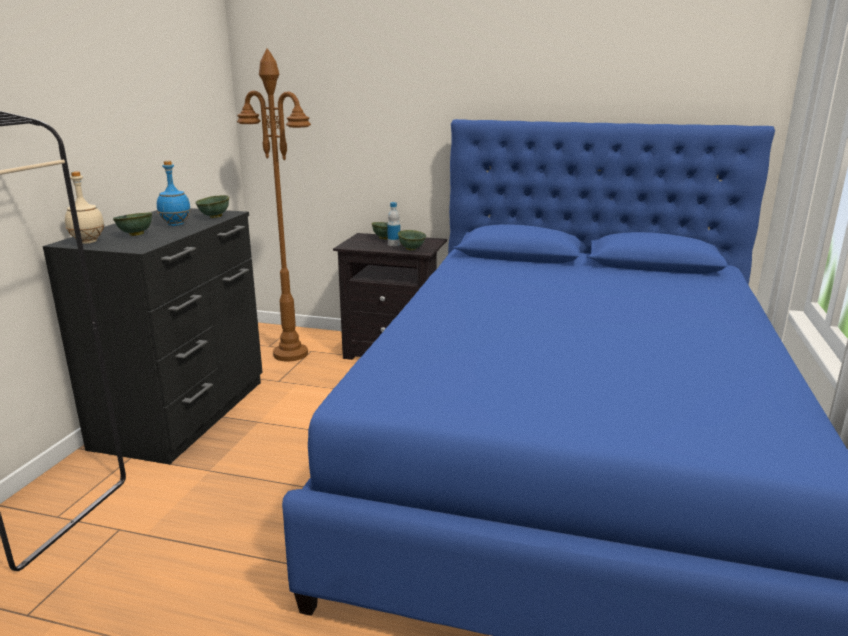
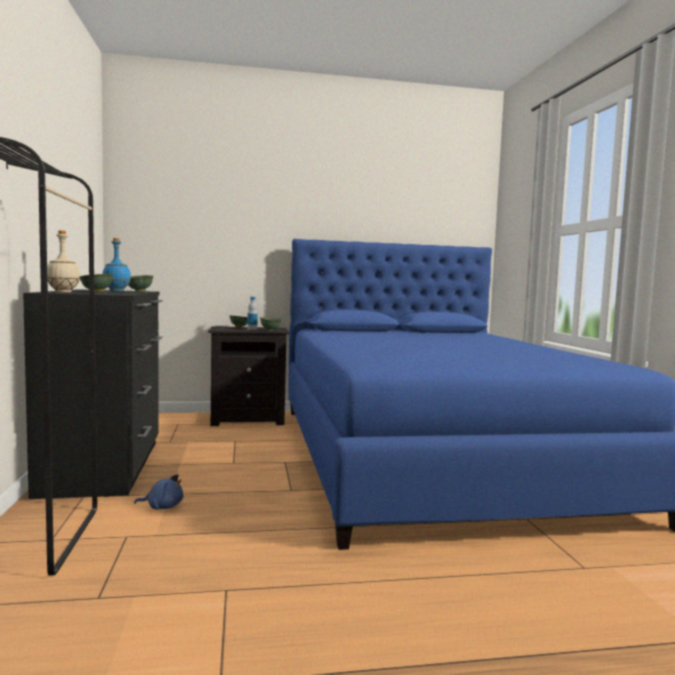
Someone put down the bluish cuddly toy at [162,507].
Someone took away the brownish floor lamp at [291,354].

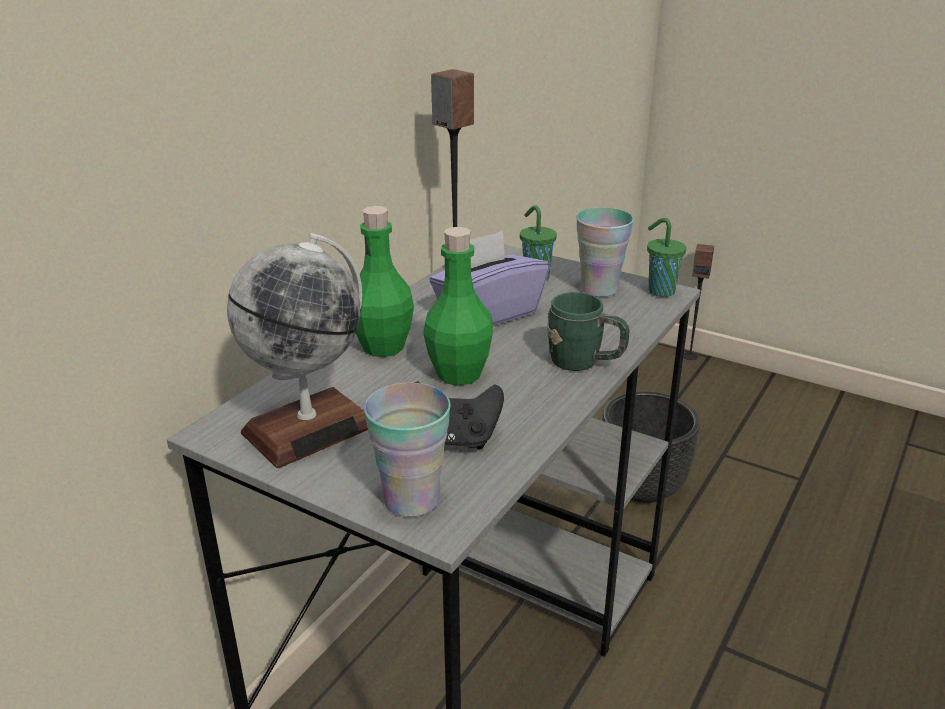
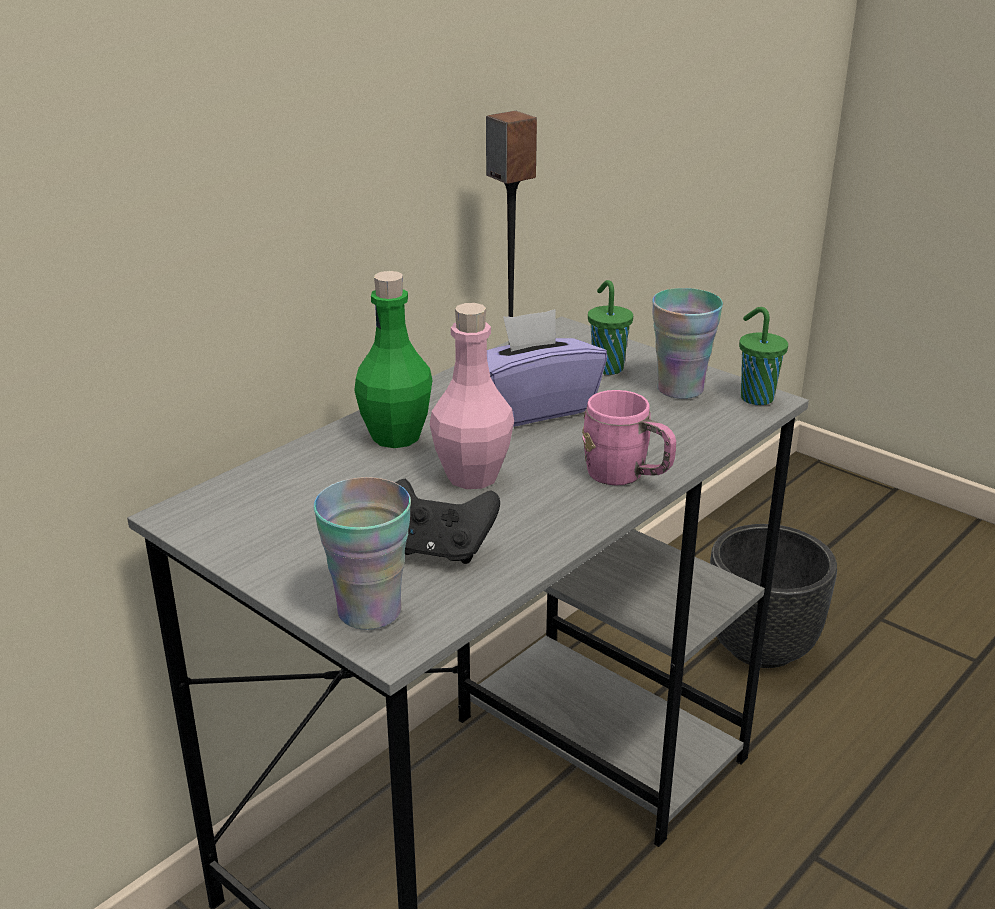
Someone repainted the green-coloured bottle at [459,374], which became the pinkish bottle at [472,476].
Someone repainted the green-coloured coffee mug at [584,363], which became the pinkish coffee mug at [626,477].
Someone took away the globe at [309,428].
Someone took away the loudspeaker at [690,356].

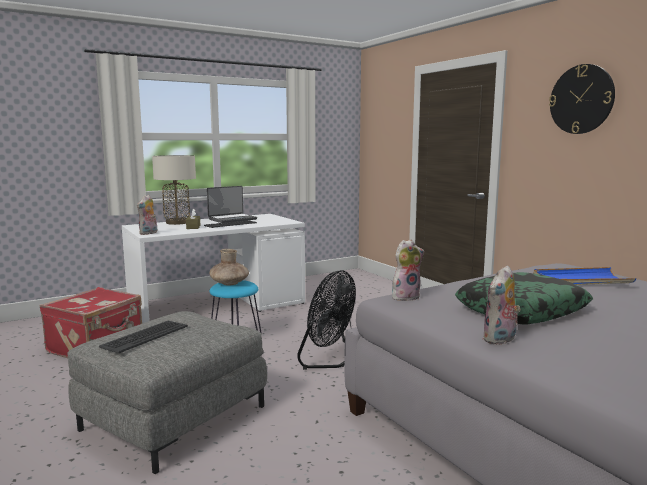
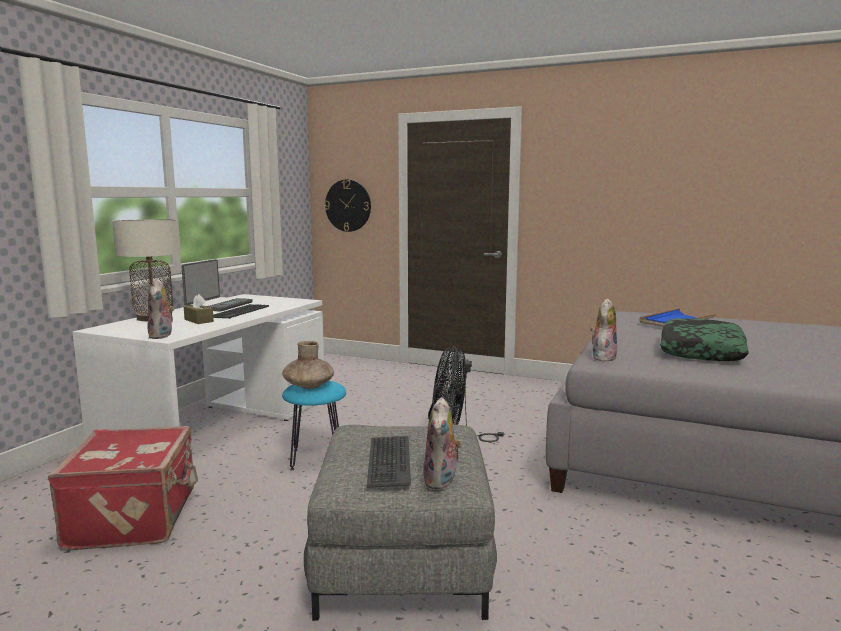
Someone carried the hanging clock from [581,99] to [348,205].
Someone carried the cuddly toy from [500,340] to [442,481].

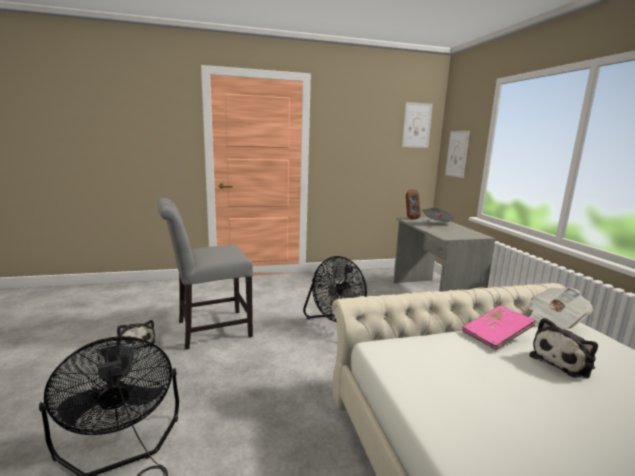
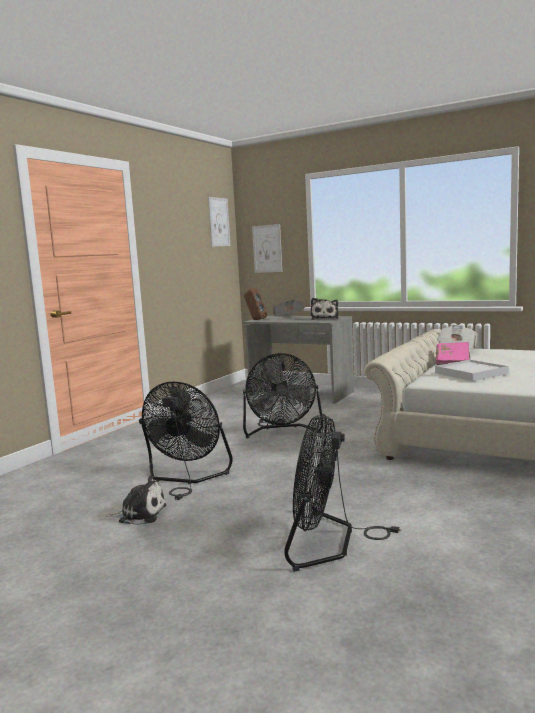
Someone swapped the grey plain chair at [208,330] for the black electric fan at [183,477].
Someone carried the cuddly toy from [564,362] to [325,318].
Someone put down the whitish serving tray at [471,373].

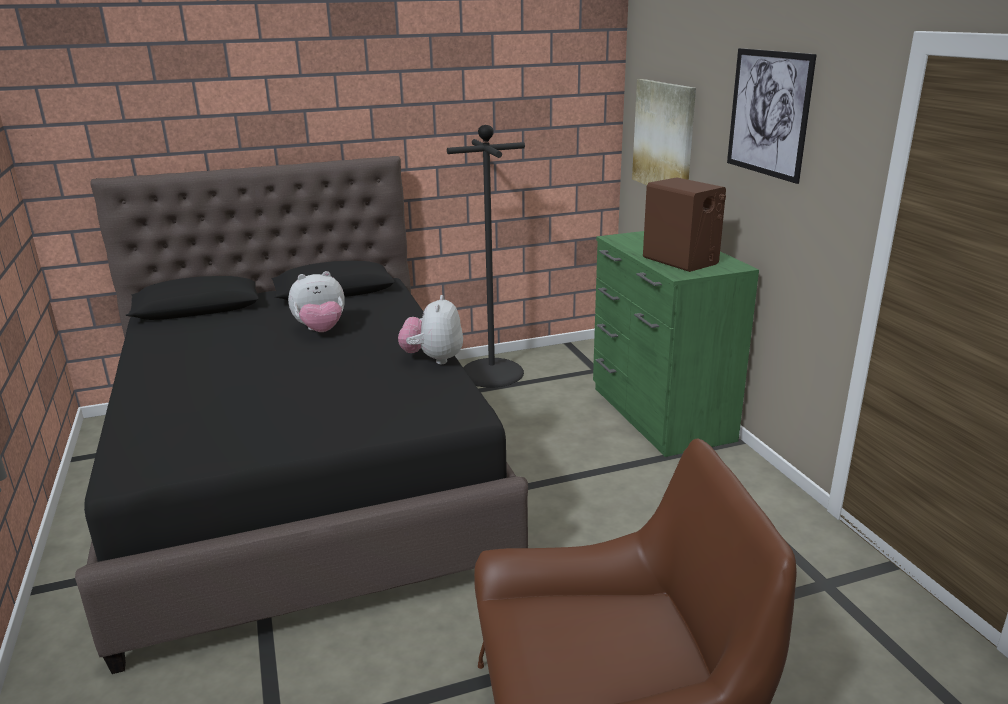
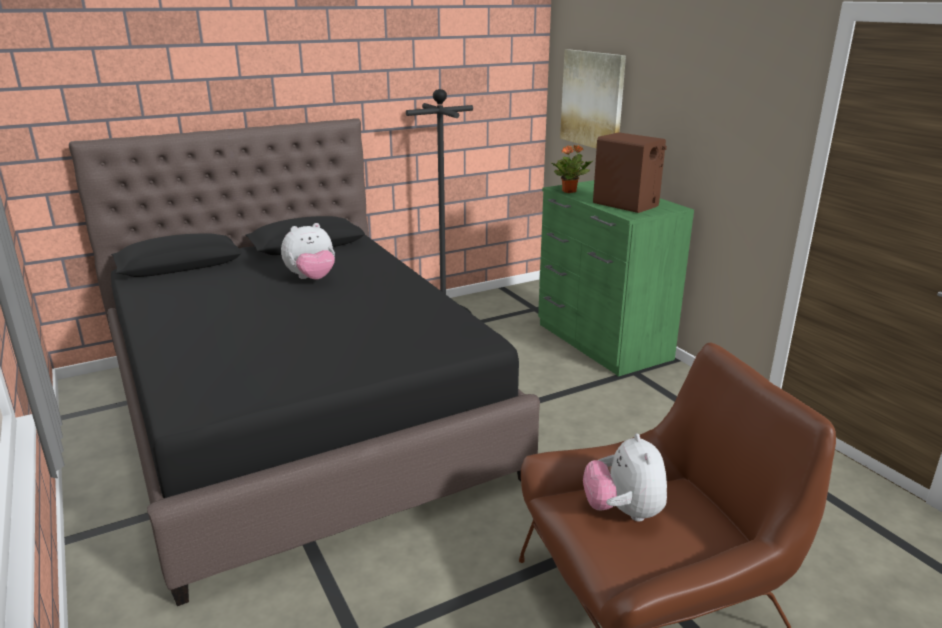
Someone put down the plant in a pot at [569,191].
Someone carried the cuddly toy from [433,359] to [623,512].
Someone took away the picture at [768,113].

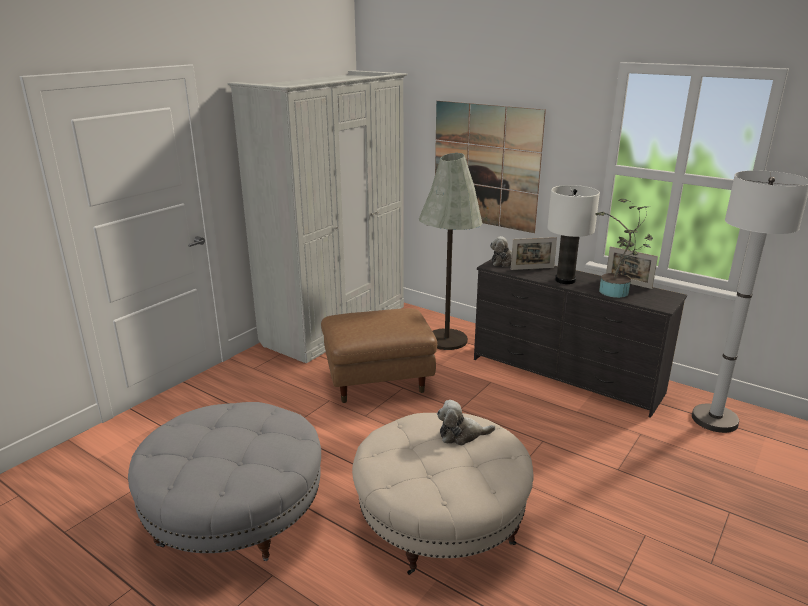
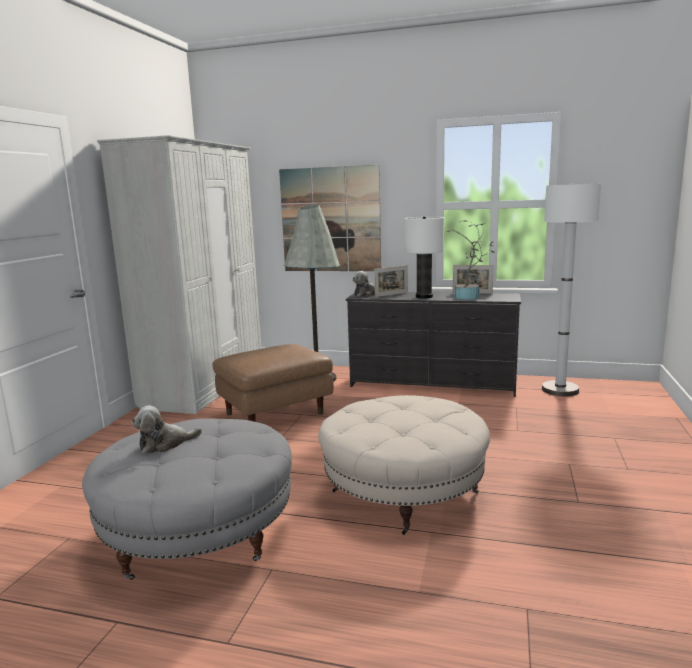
Someone carried the cuddly toy from [461,435] to [165,444].

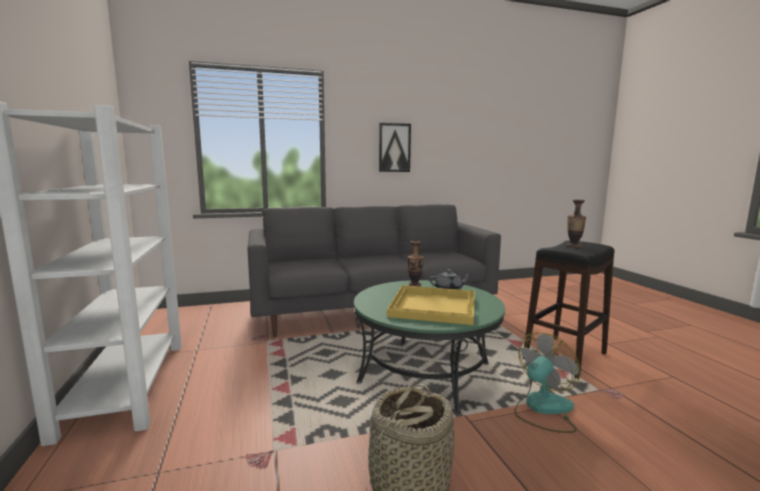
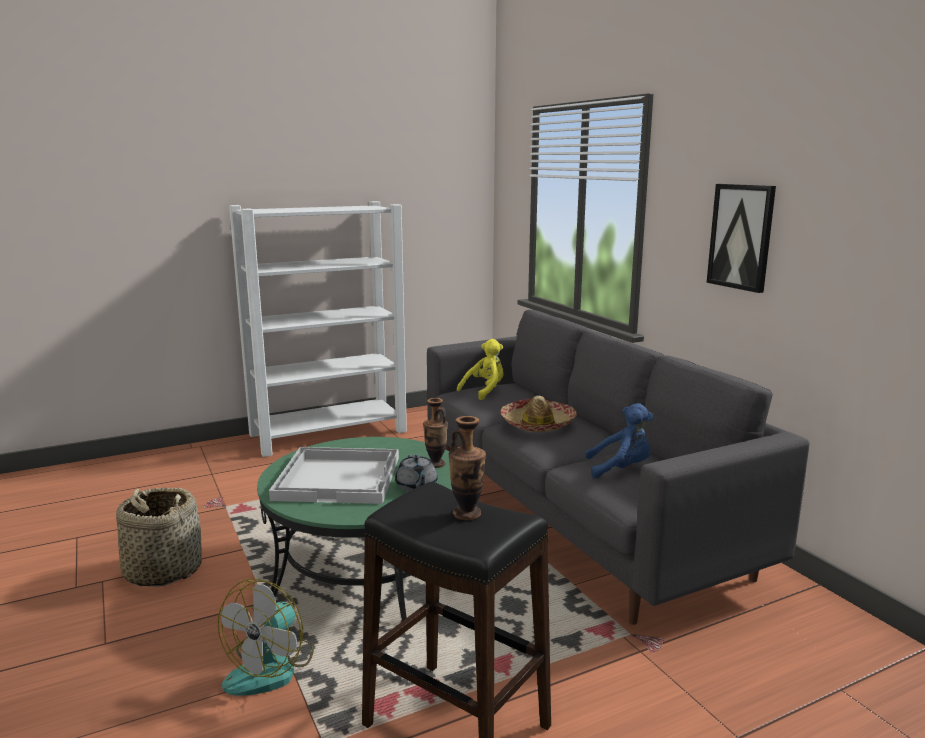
Someone rotated the electric fan at [543,409] by 75 degrees clockwise.
Someone repainted the yellow serving tray at [432,306], which became the whitish serving tray at [339,477].
Someone put down the yellow cuddly toy at [485,391].
Someone put down the clothing hat at [537,424].
Someone put down the bluish cuddly toy at [621,469].

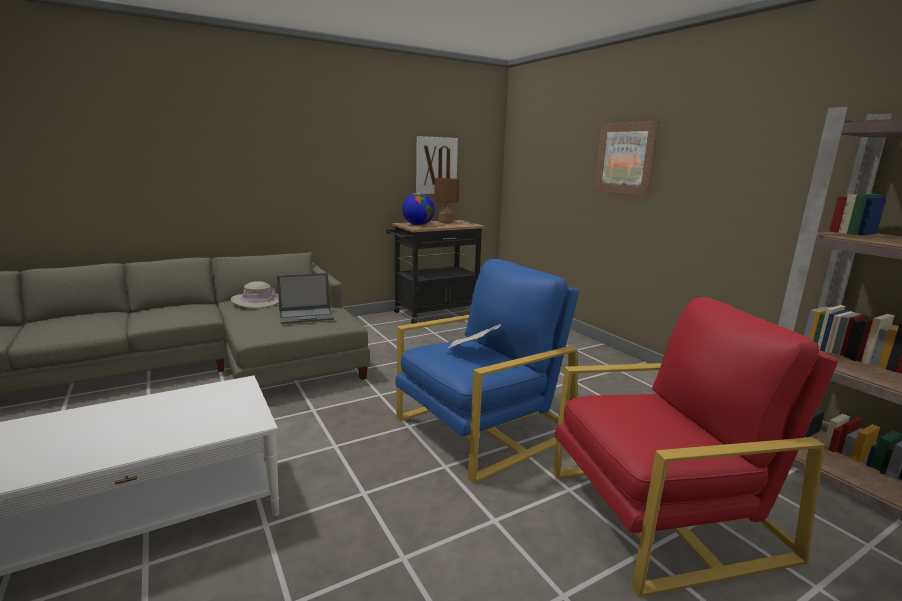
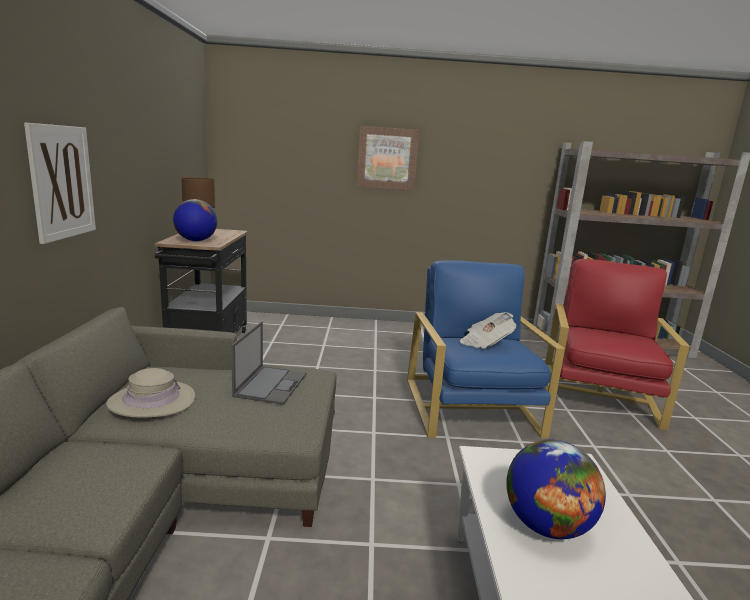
Someone carried the picture from [436,165] to [62,182].
Someone put down the globe at [546,526].

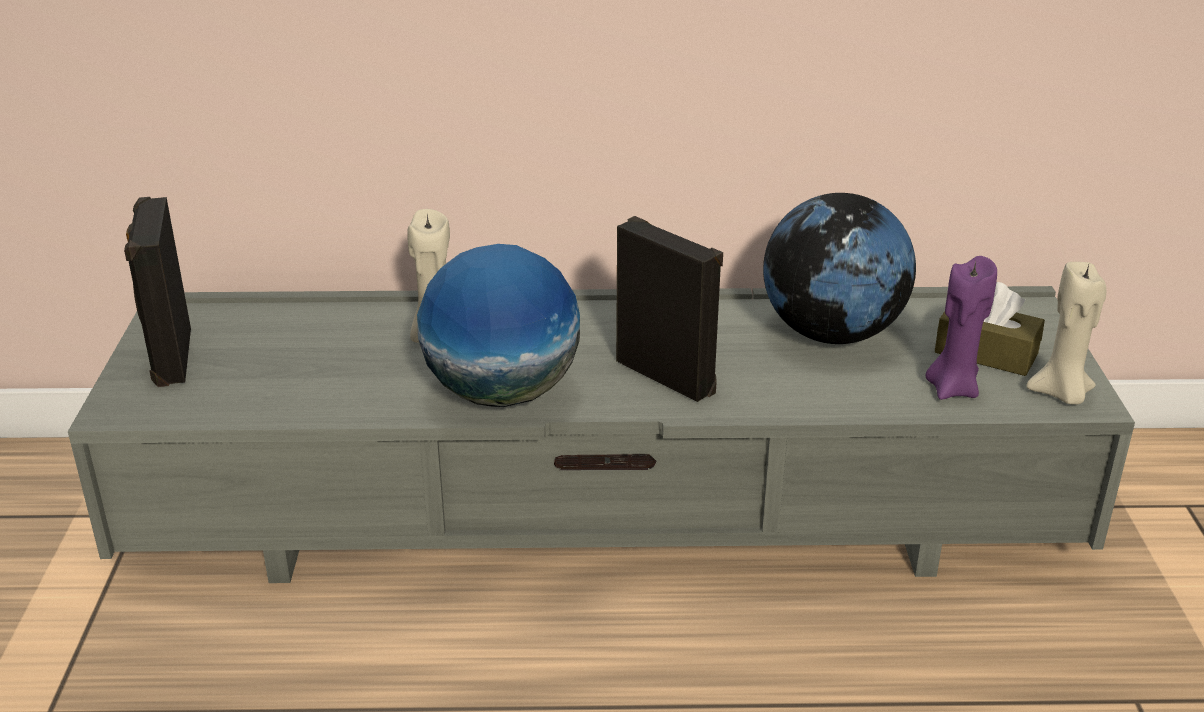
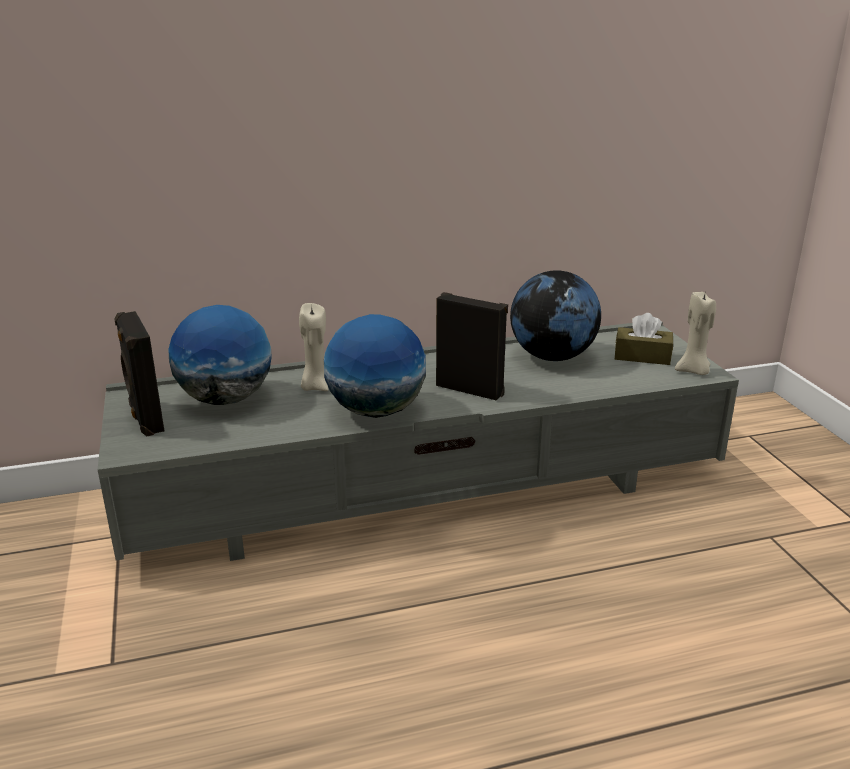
Someone put down the globe at [226,399].
Someone took away the purple-coloured wax light at [952,388].

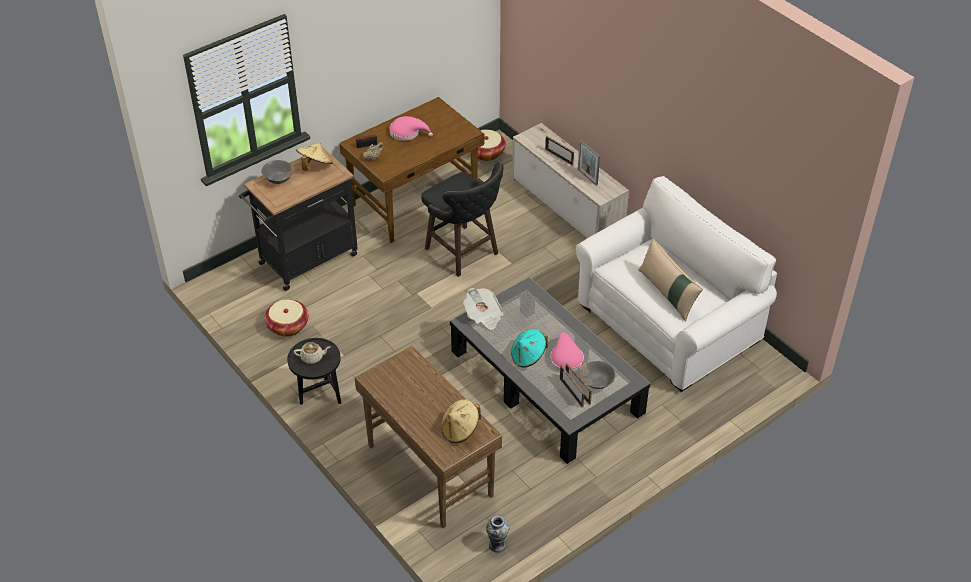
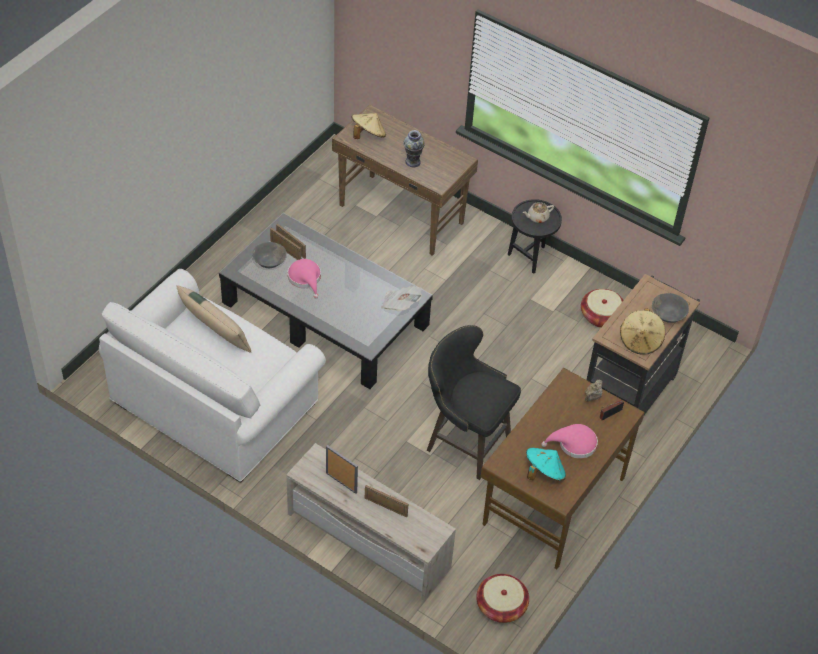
Someone carried the vase from [497,545] to [413,162].
Someone carried the blue-green clothing hat from [528,356] to [544,472].

